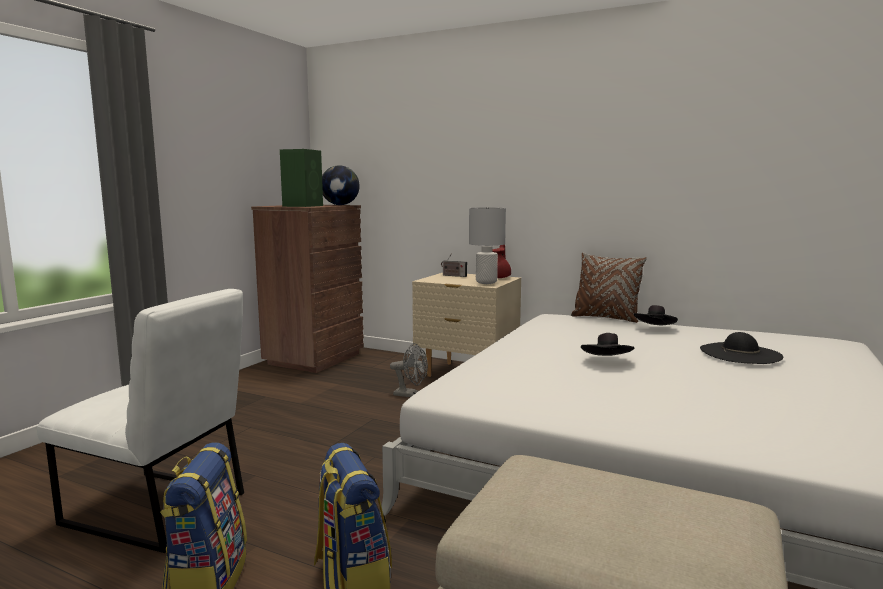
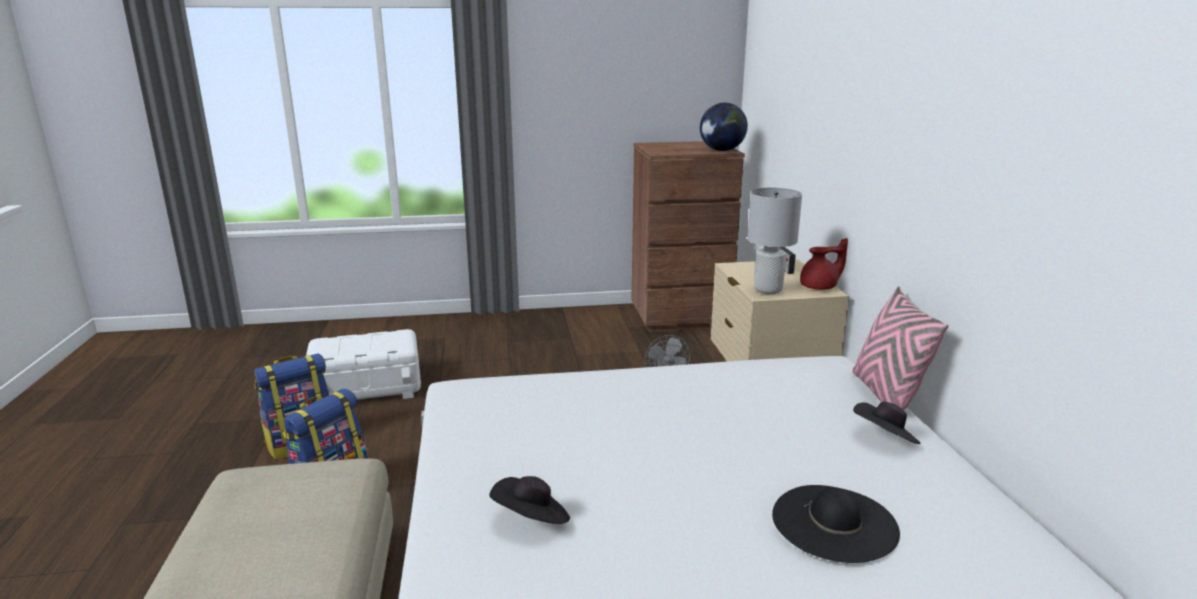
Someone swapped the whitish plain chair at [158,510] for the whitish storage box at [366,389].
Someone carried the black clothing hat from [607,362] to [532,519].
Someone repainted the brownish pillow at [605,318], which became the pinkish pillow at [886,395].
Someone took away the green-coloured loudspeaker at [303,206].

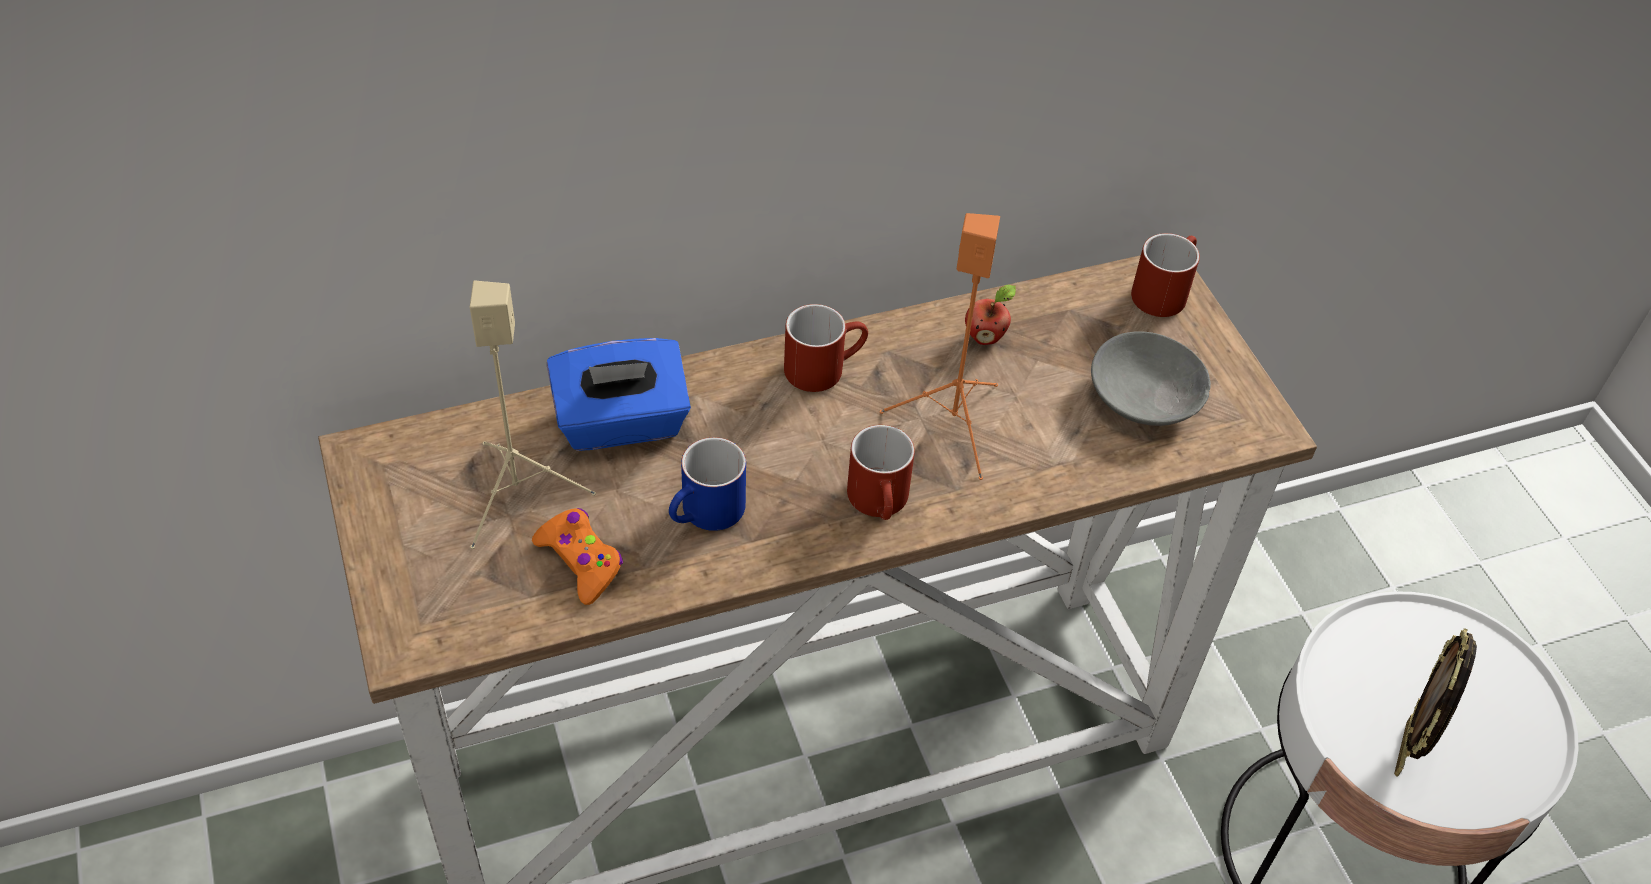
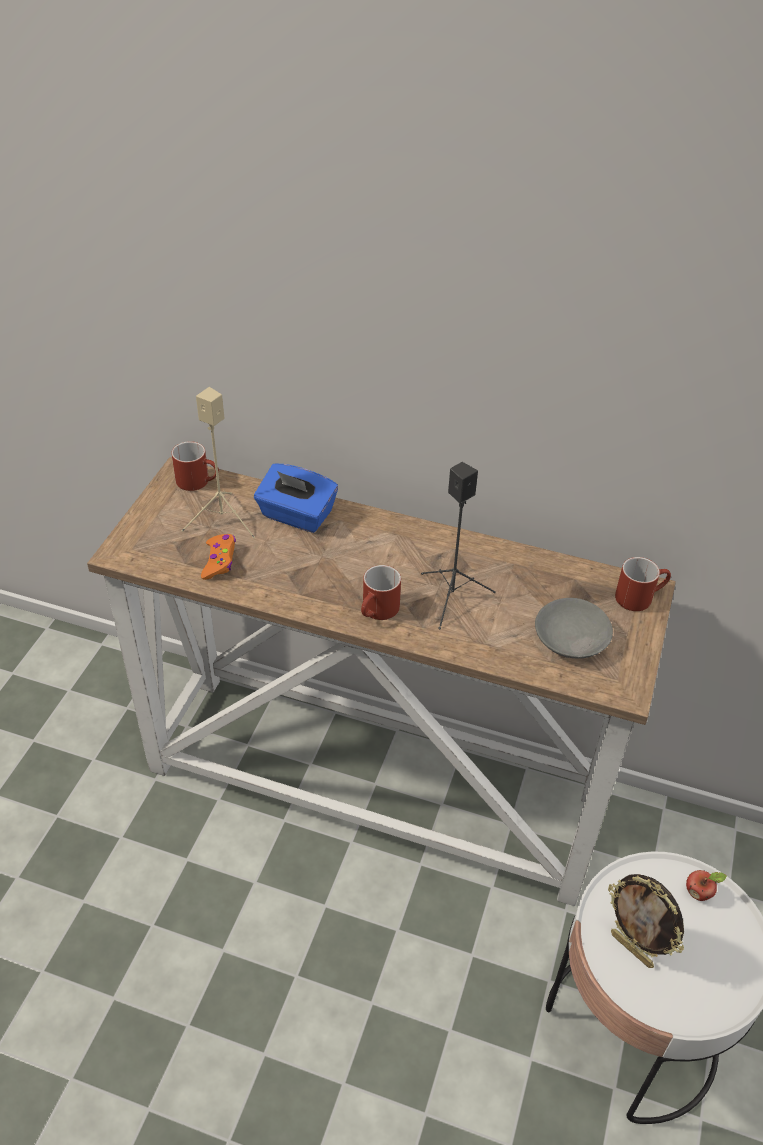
Someone carried the reddish coffee mug from [824,366] to [199,481].
Someone repainted the orange-coloured loudspeaker at [953,423], which became the black loudspeaker at [452,597].
Someone rotated the photo frame at [1405,750] by 105 degrees counterclockwise.
Someone carried the apple fruit from [985,337] to [699,893].
Someone took away the bluish coffee mug at [706,515].

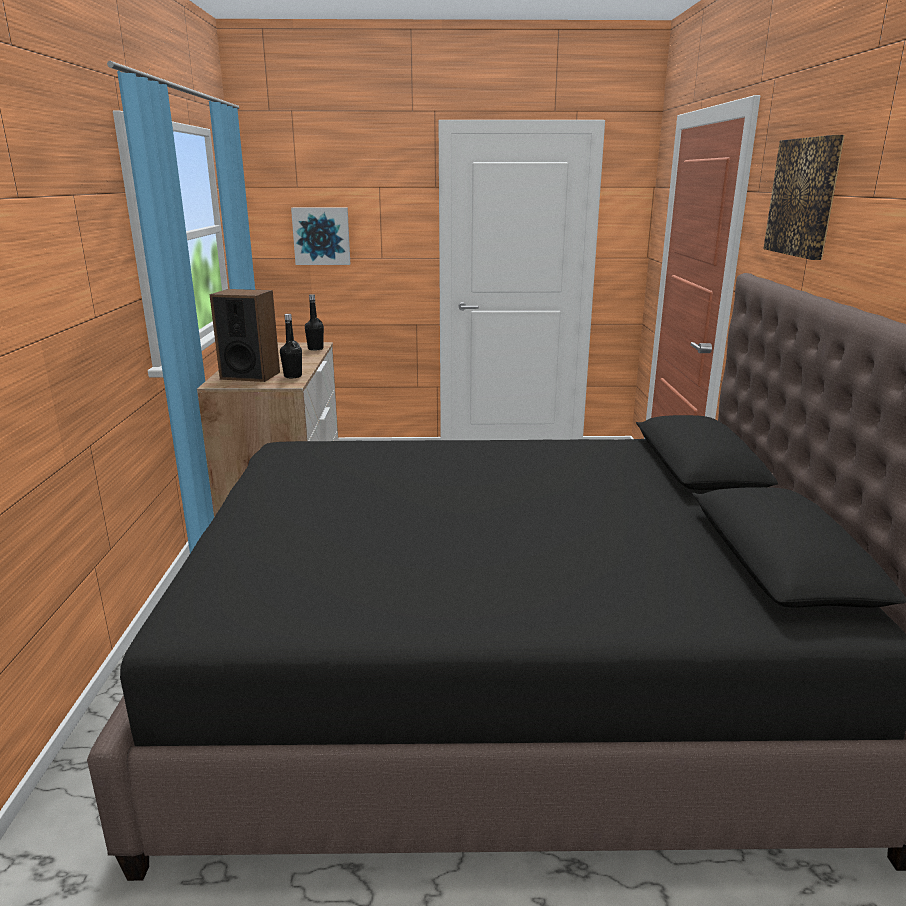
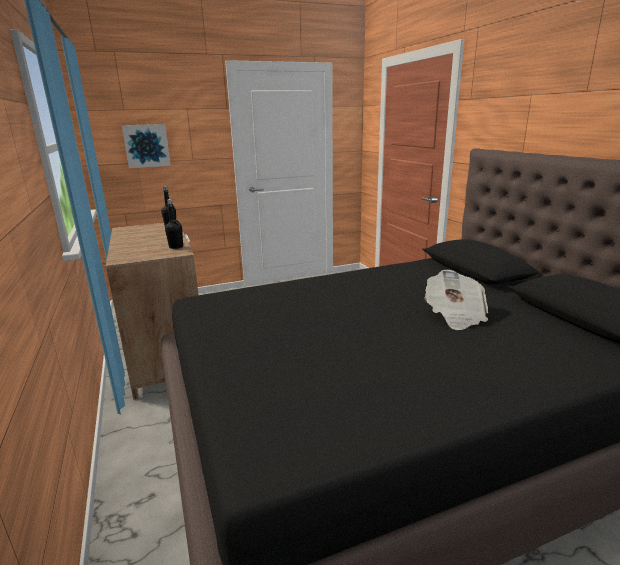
Someone put down the newspaper at [454,315].
Someone took away the loudspeaker at [250,375].
Someone took away the picture at [805,197].

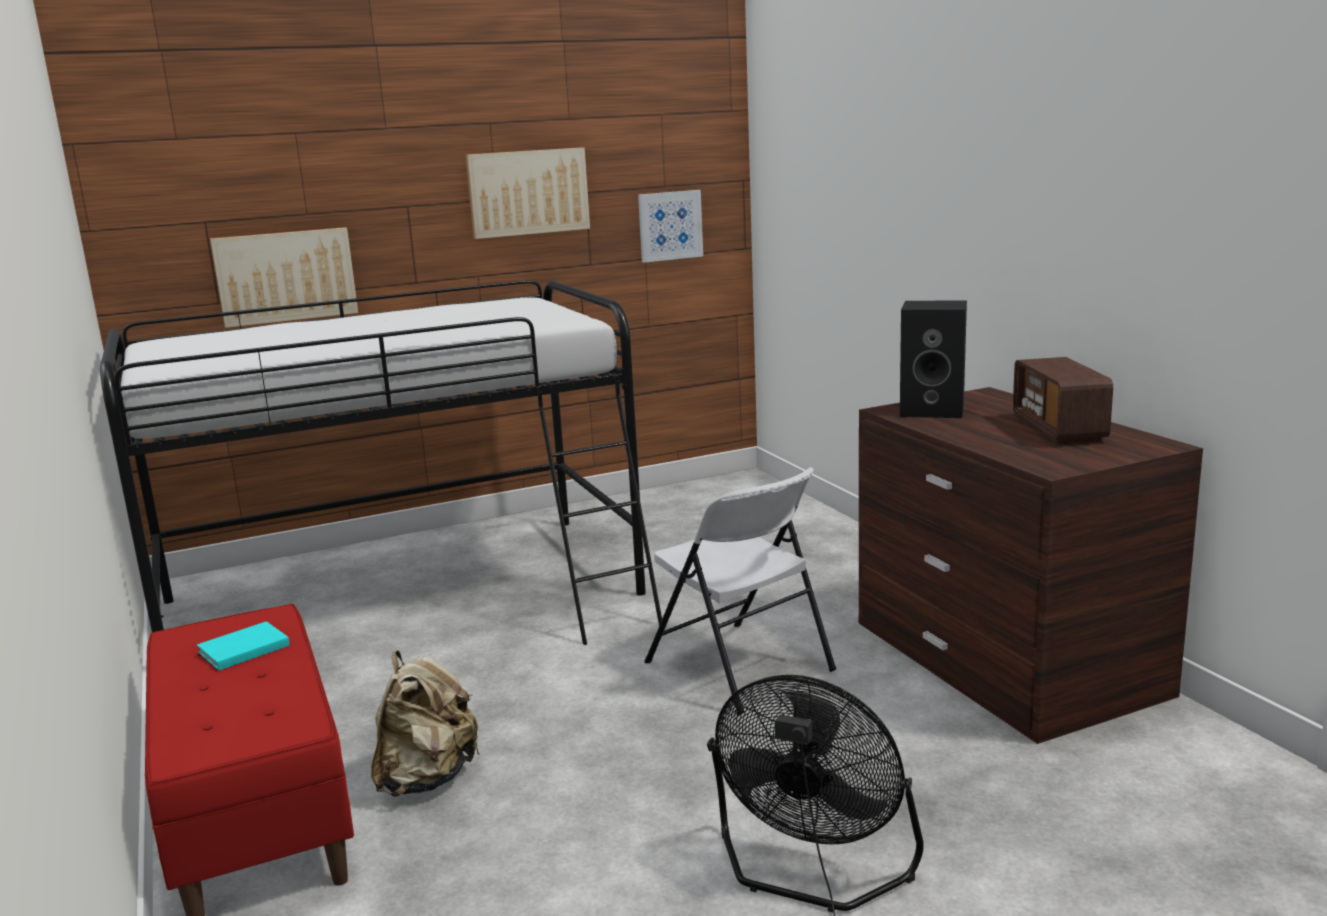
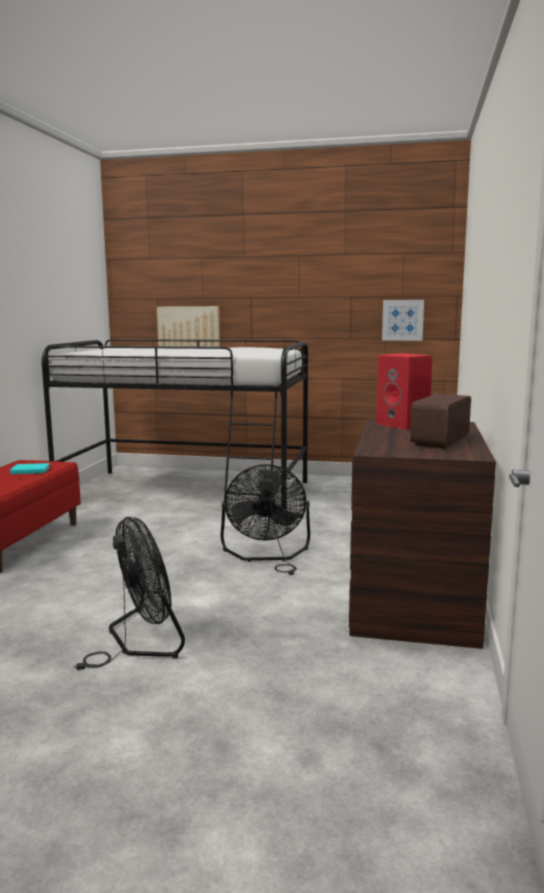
Someone swapped the whitish plain chair at [738,667] for the black electric fan at [269,556].
Someone repainted the black loudspeaker at [934,410], which became the reddish loudspeaker at [404,424].
Someone took away the beige rucksack at [427,778].
Someone took away the picture at [528,192].

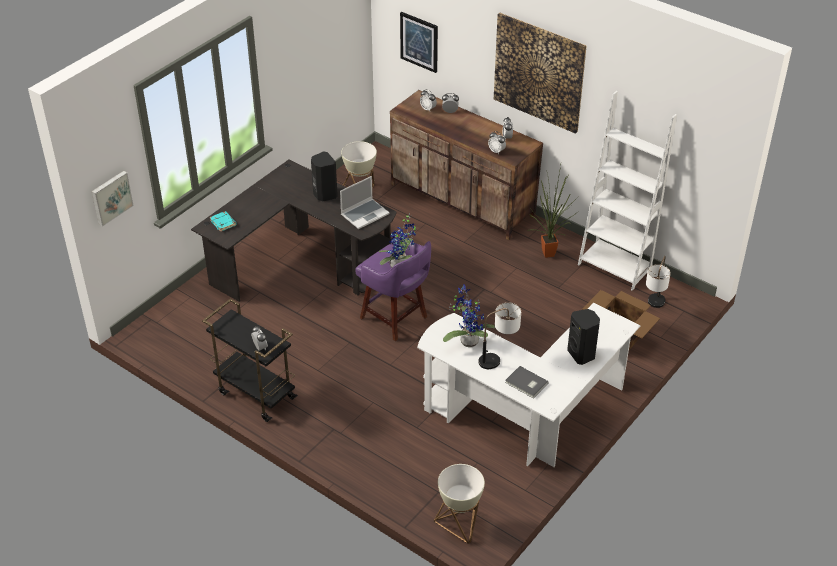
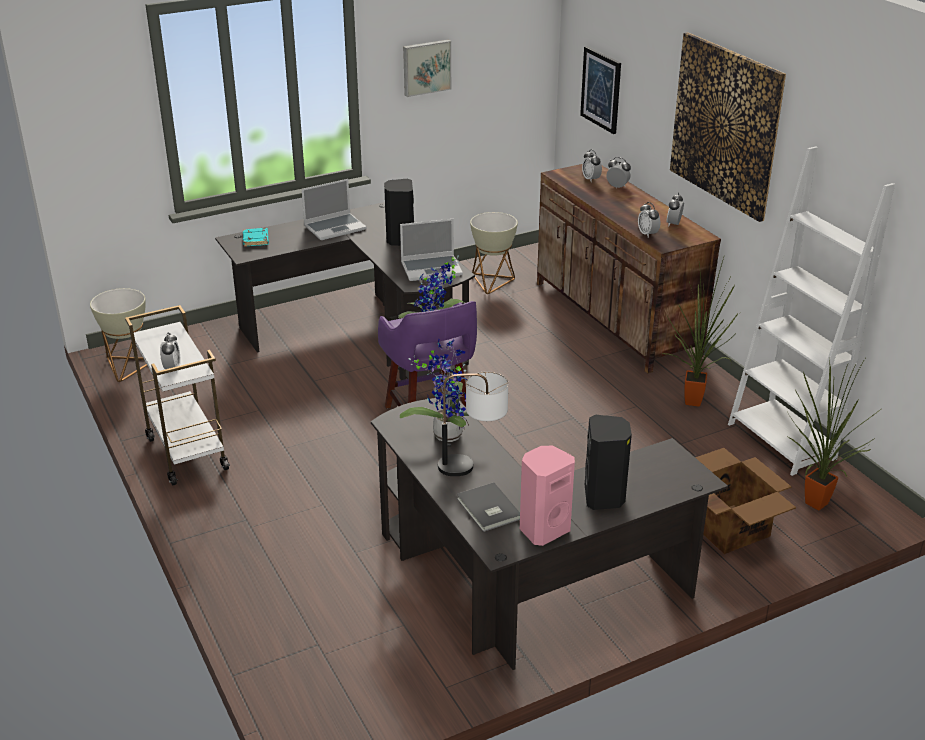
Someone carried the flower pot from [459,523] to [129,366].
Someone repainted the black wheeled cart at [255,394], which became the whitish wheeled cart at [186,452].
Someone put down the notebook computer at [335,227].
Someone repainted the whitish desk at [527,416], which became the black desk at [521,587].
Someone carried the picture from [111,197] to [426,67].
Someone put down the pinkish loudspeaker at [543,529].
Someone swapped the table lamp at [654,307] for the plant in a pot at [813,505].

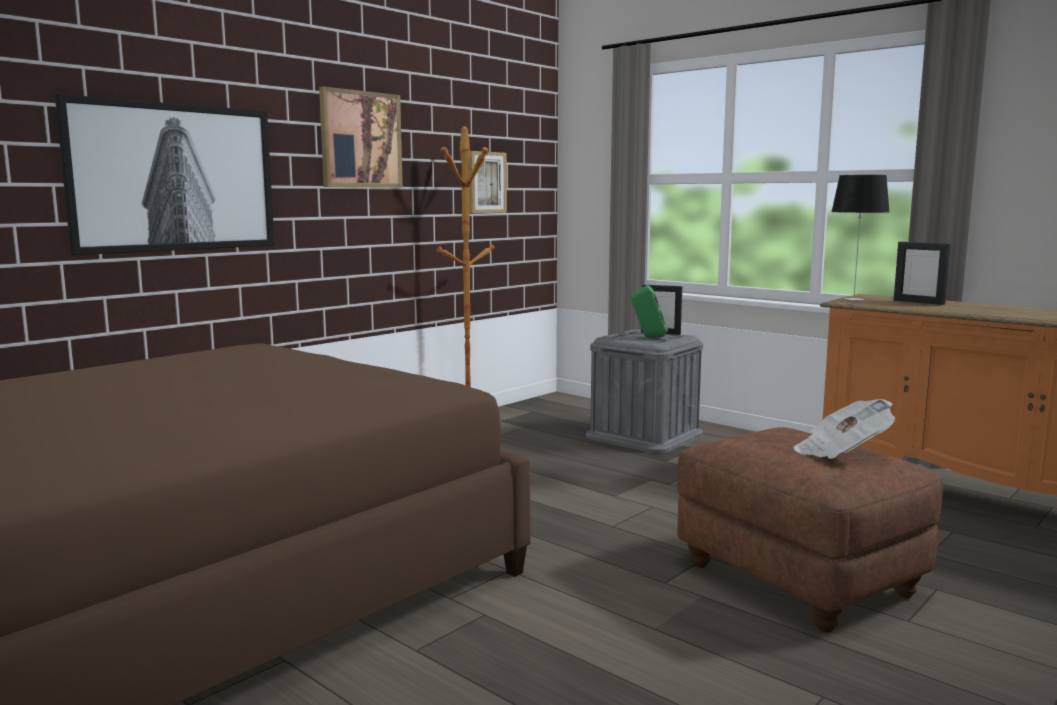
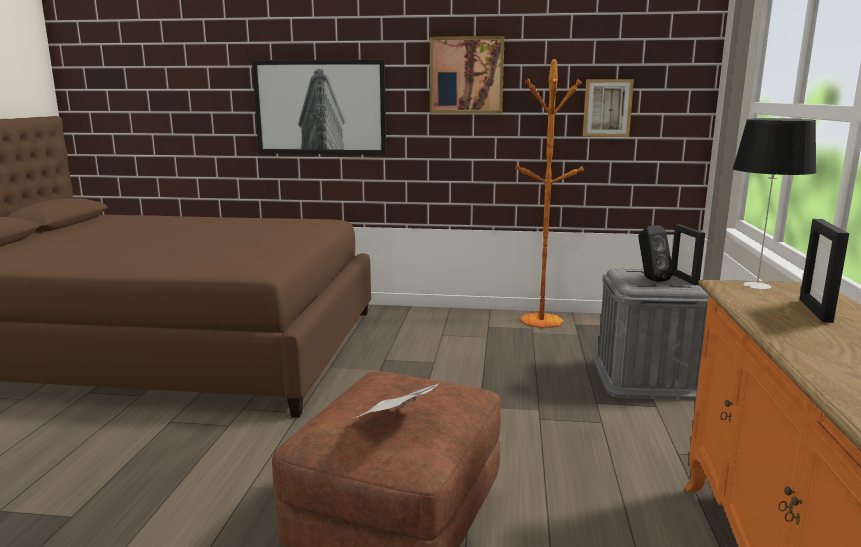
Someone repainted the green-coloured loudspeaker at [648,337], which became the black loudspeaker at [650,279].

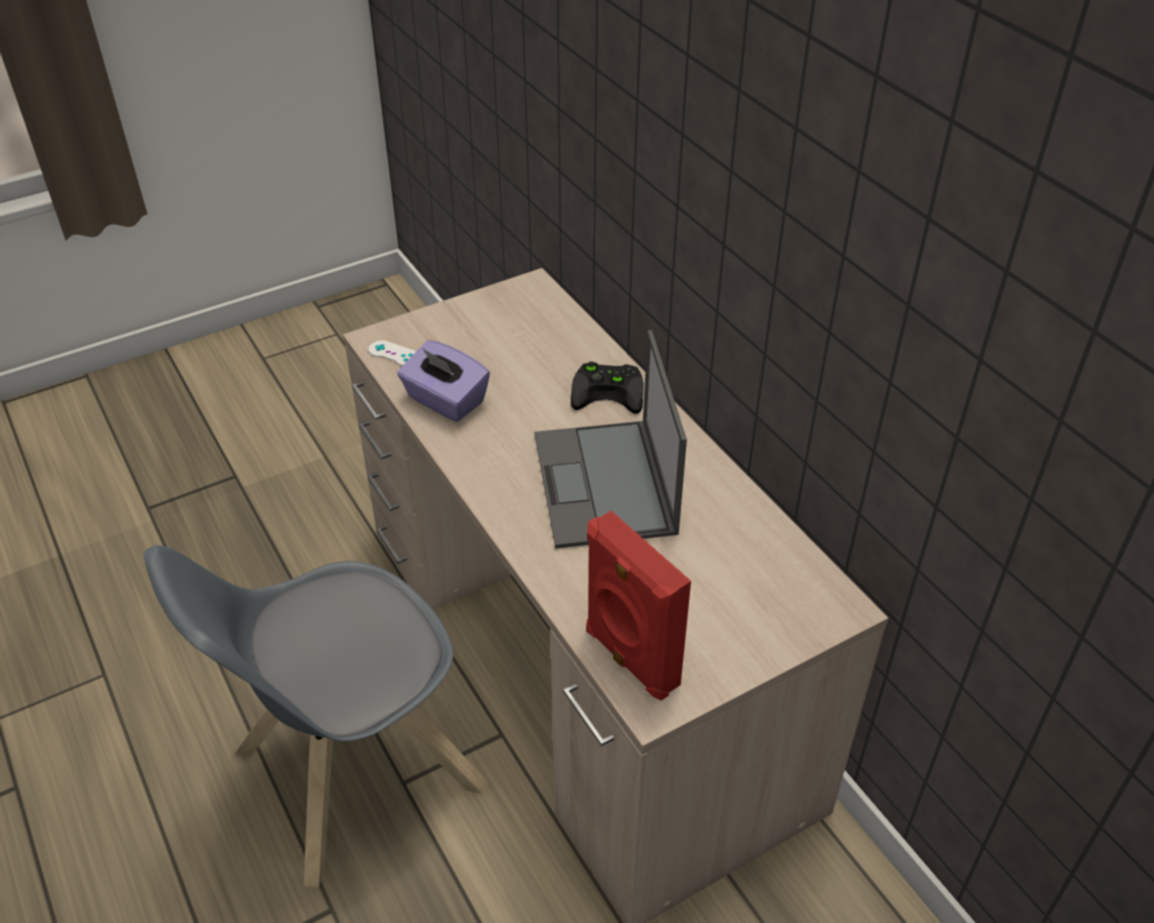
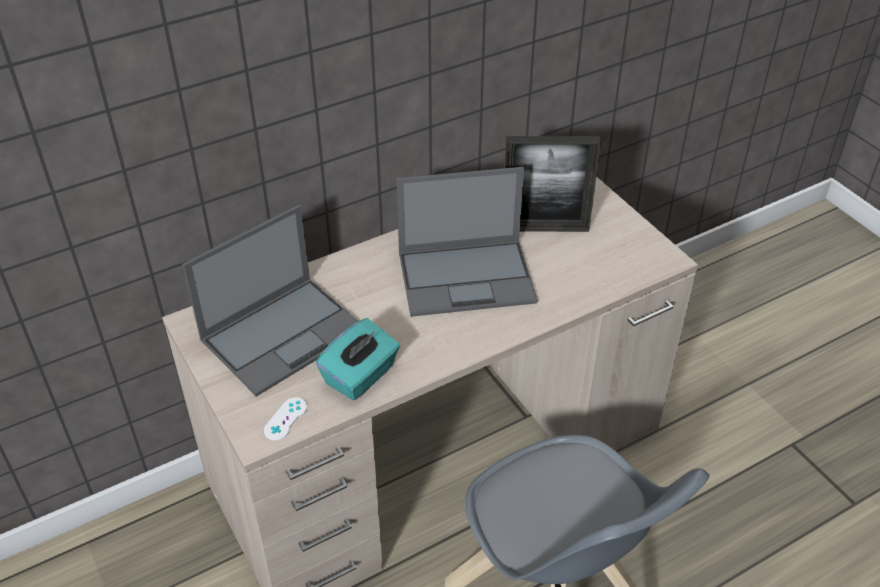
Someone put down the notebook computer at [284,333].
Someone repainted the purple-coloured tissue box at [445,401], which became the blue-green tissue box at [360,376].
Someone put down the photo frame at [545,228].
Someone took away the black game controller at [610,391].
Someone took away the reddish loudspeaker at [629,659].

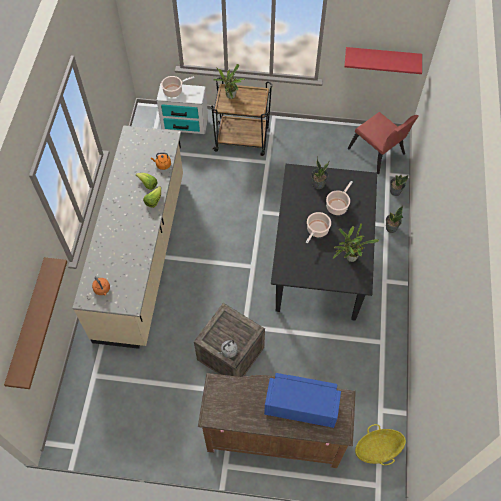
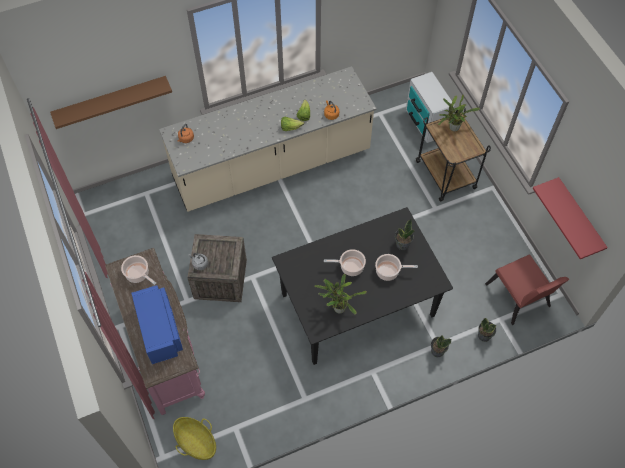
Someone carried the saucepot from [174,91] to [138,274].
Someone rotated the reddish plain chair at [378,154] by 45 degrees counterclockwise.

